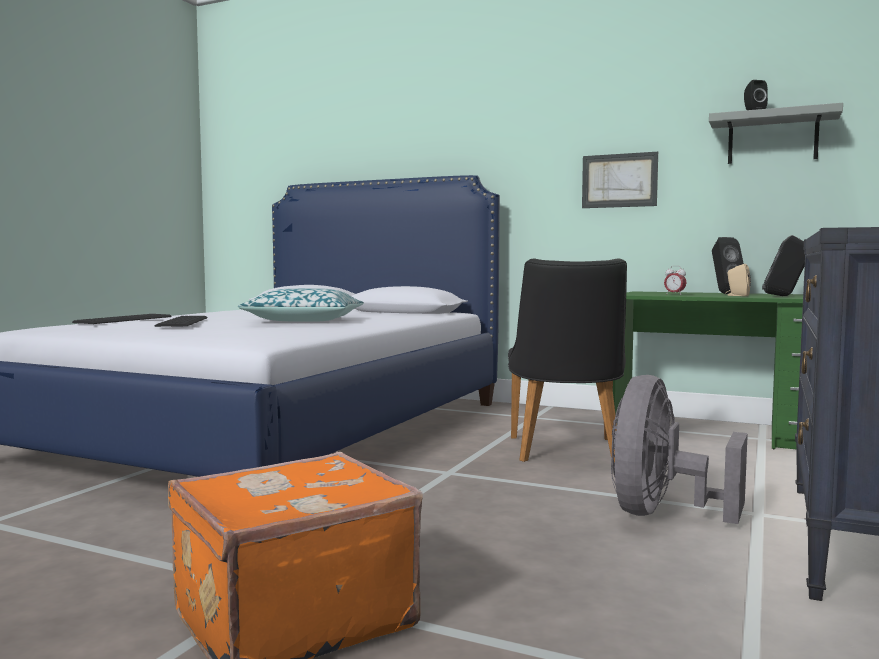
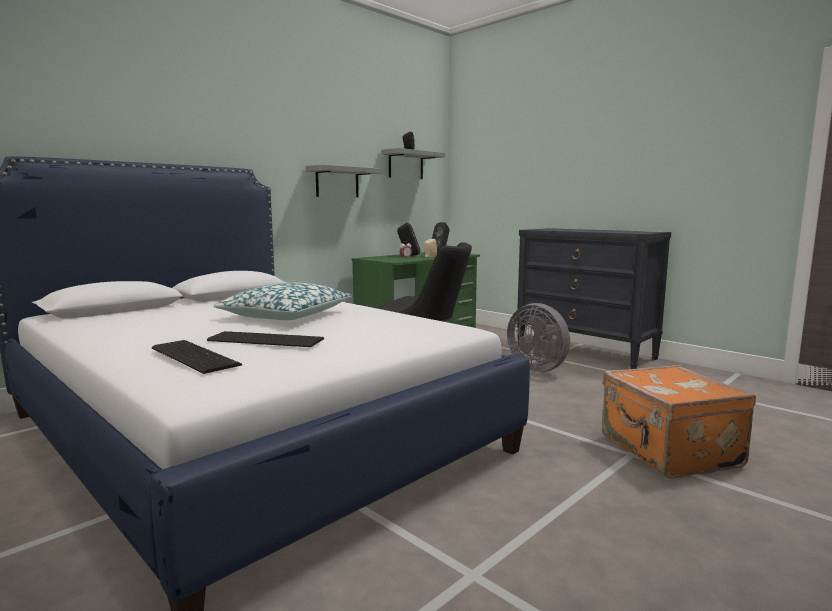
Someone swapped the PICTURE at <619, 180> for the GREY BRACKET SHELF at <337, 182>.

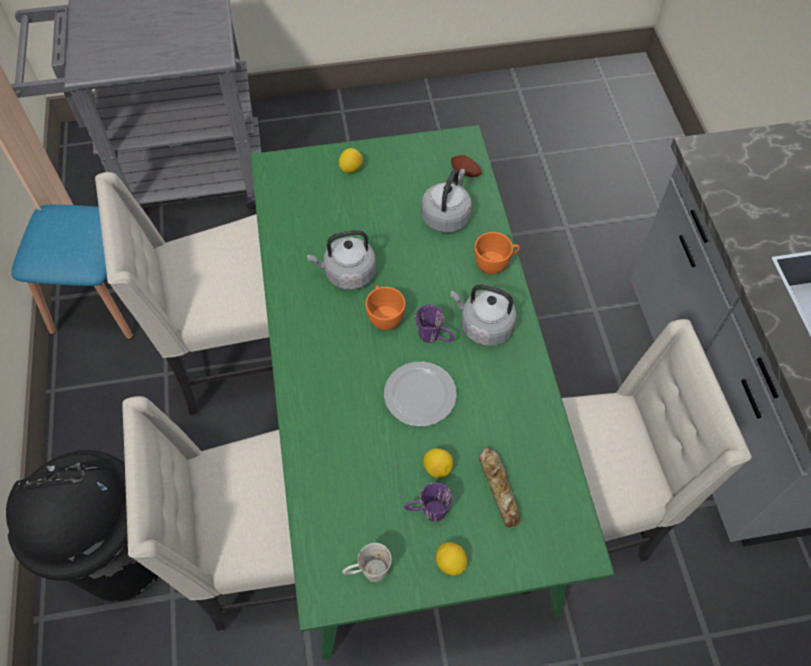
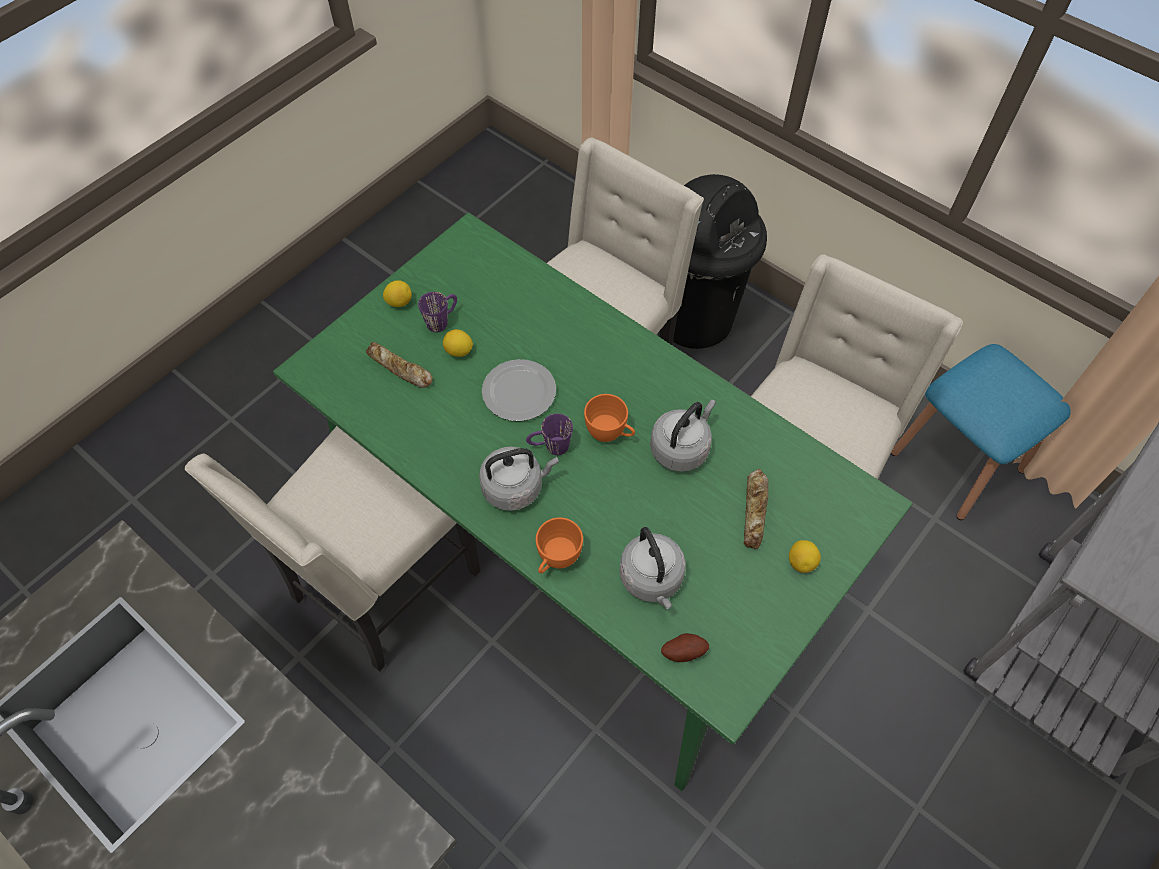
Someone took away the WHITE-COLOURED COFFEE MUG at <367, 572>.
Someone put down the BAKED BREAD at <755, 511>.

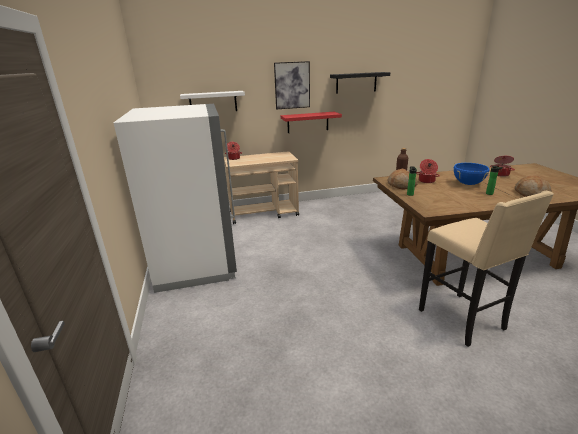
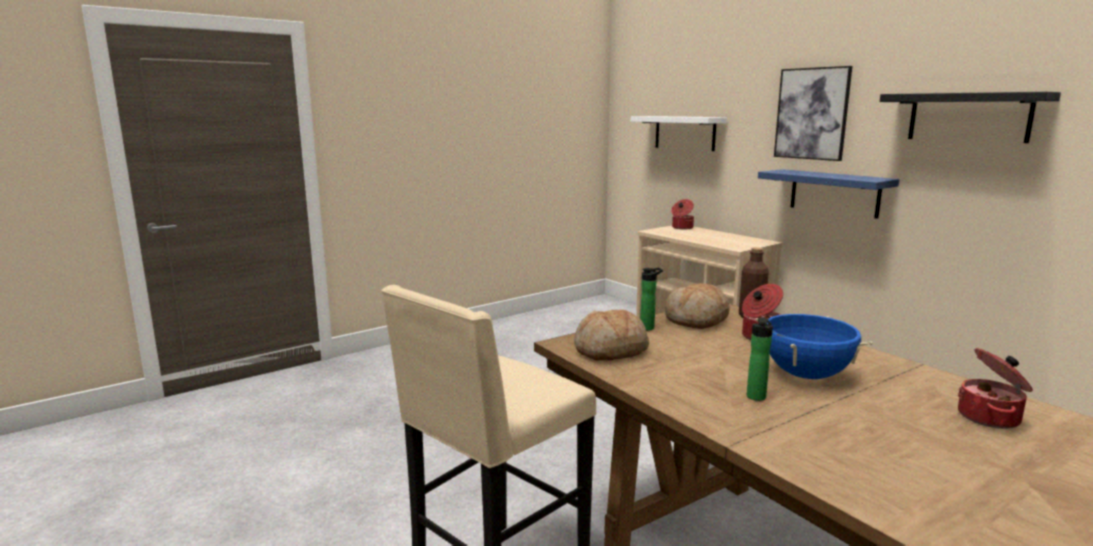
Someone took away the WHITE-COLOURED REFRIGERATOR at <197, 262>.
Someone repainted the REDDISH BRACKET SHELF at <308, 122>, which became the BLUE-COLOURED BRACKET SHELF at <834, 193>.
Someone carried the BAKED BREAD from <531, 193> to <611, 350>.

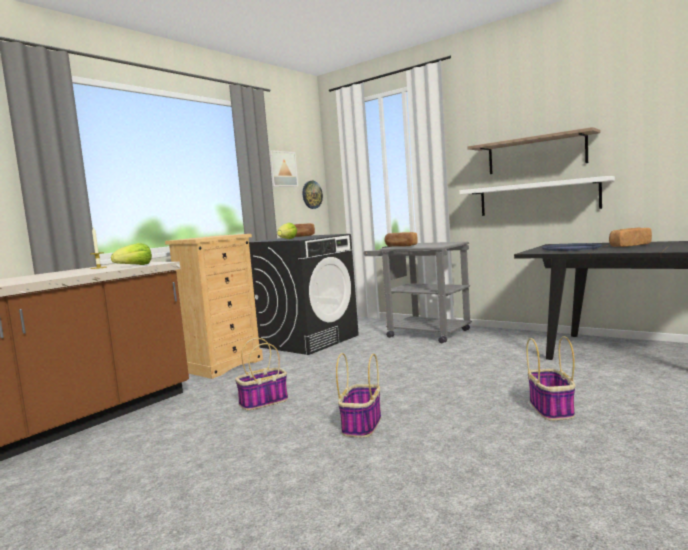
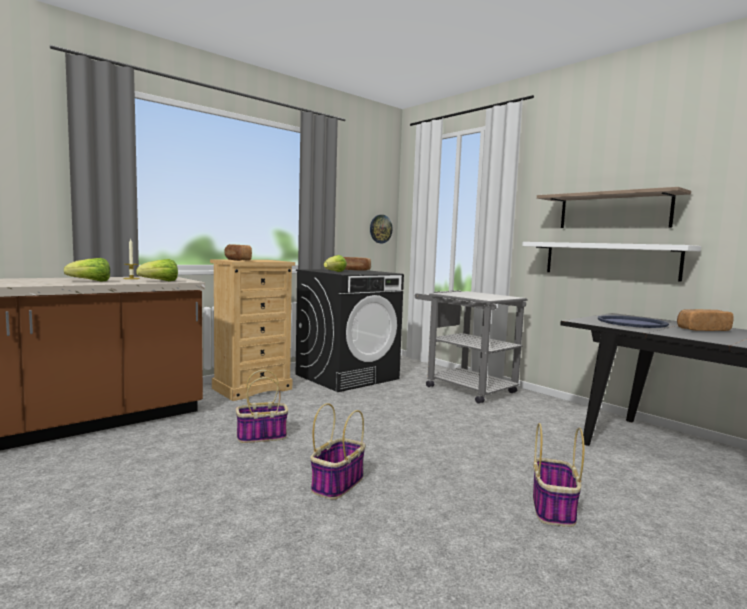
Someone took away the PICTURE at <281, 169>.
Someone carried the BAKED BREAD from <400, 246> to <237, 260>.
Someone put down the LETTUCE HEAD at <90, 281>.

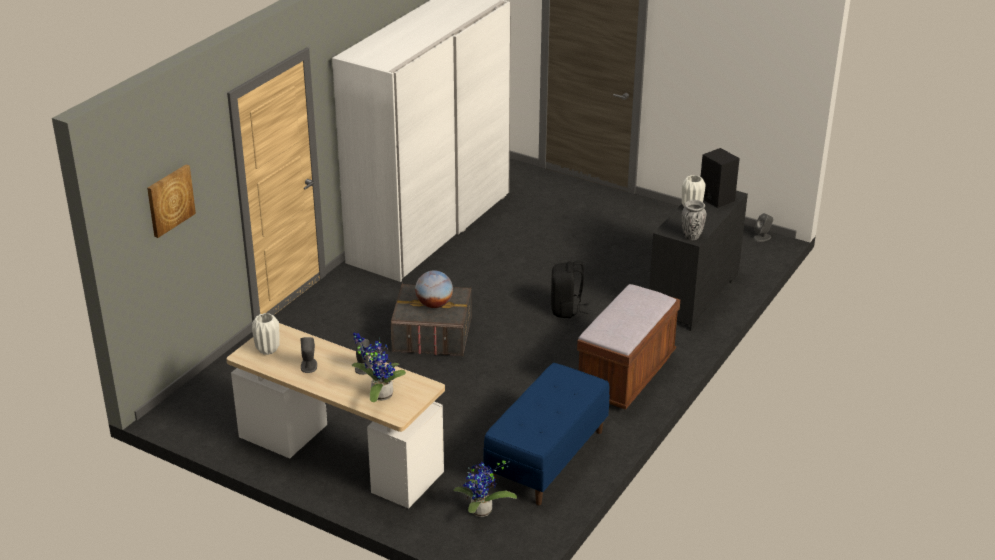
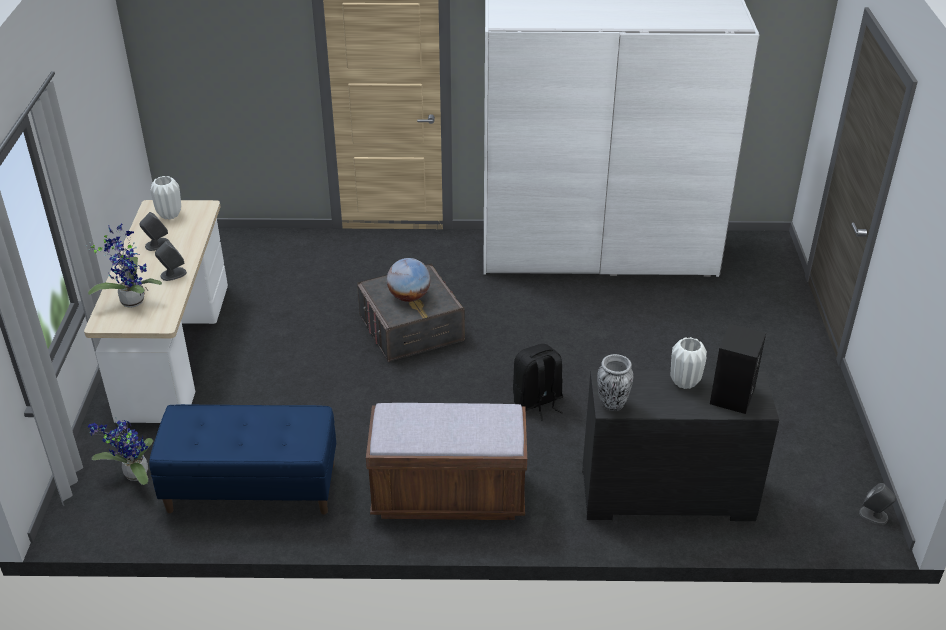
Someone took away the PICTURE at <170, 200>.

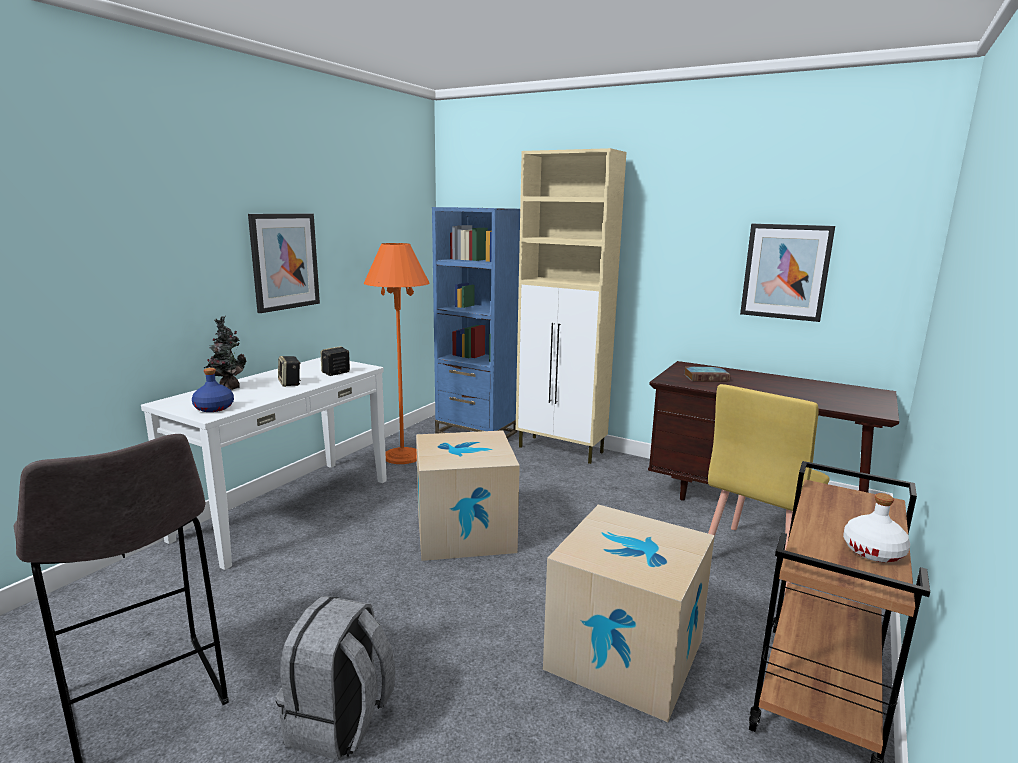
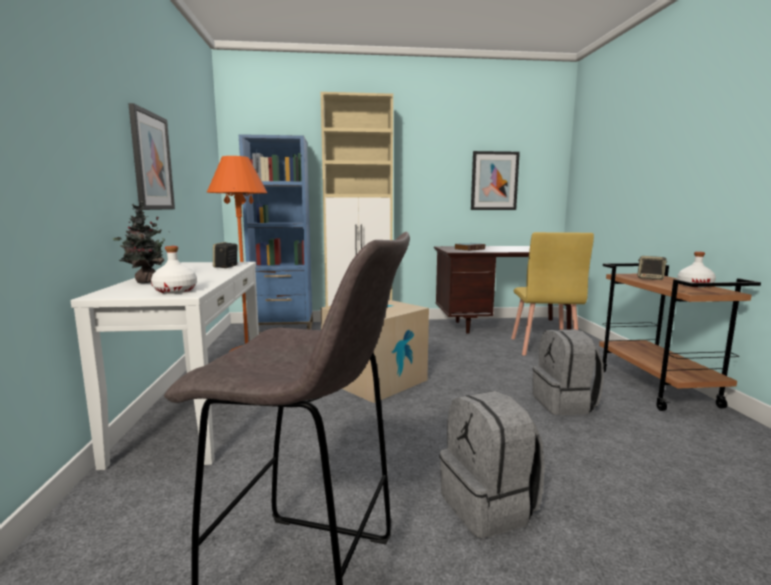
Someone carried the SPEAKER from <290, 383> to <650, 278>.
Someone repainted the BLUE-COLOURED BOTTLE at <213, 408>, which became the WHITE-COLOURED BOTTLE at <175, 291>.
Someone swapped the PACKING BOX at <625, 654> for the GREY BACKPACK at <564, 404>.

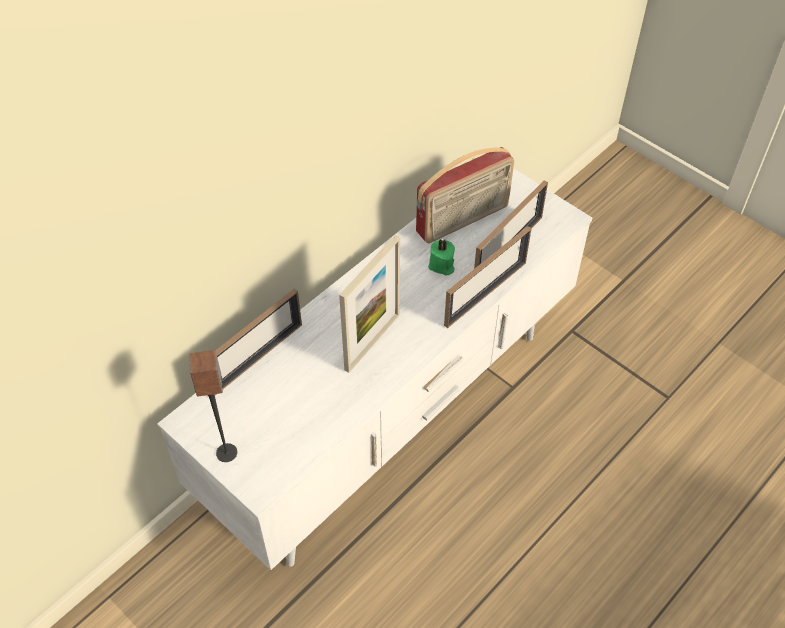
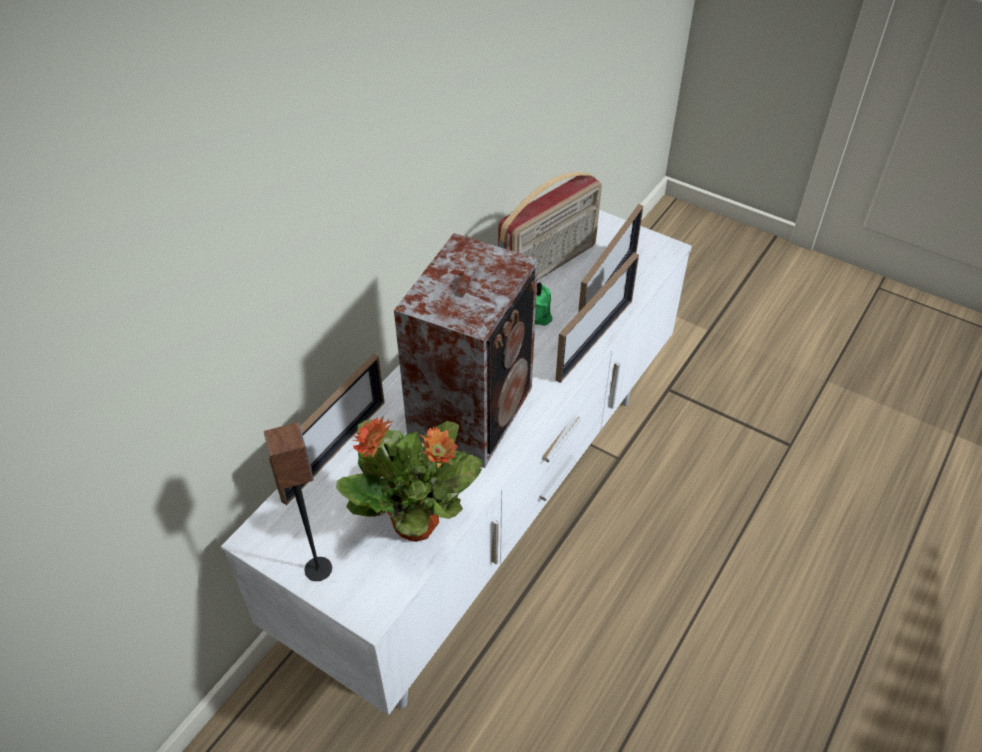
Someone swapped the PICTURE FRAME at <372, 342> for the SPEAKER at <474, 410>.
Someone put down the POTTED PLANT at <417, 523>.

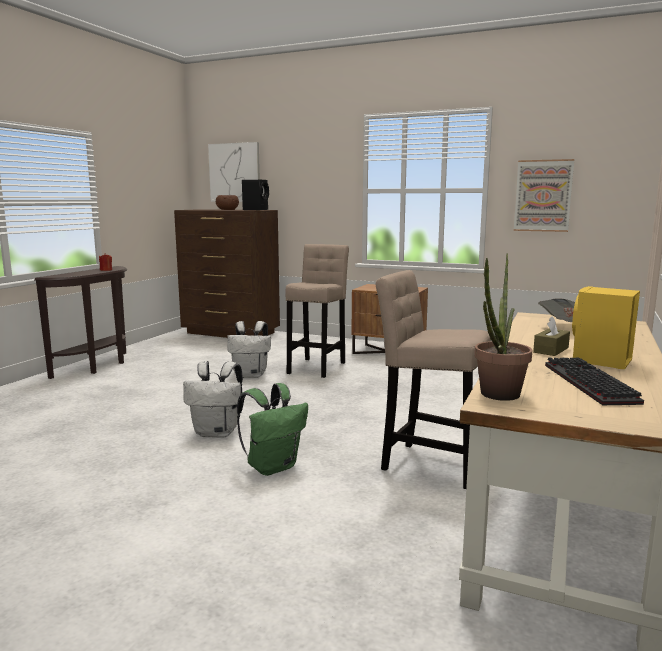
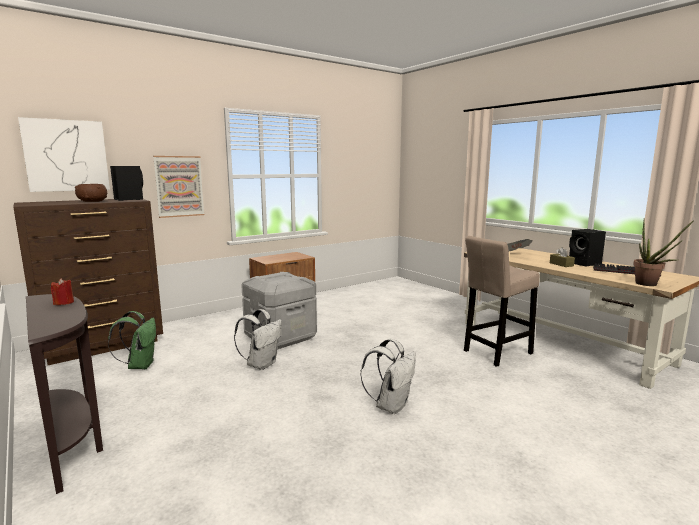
Someone carried the PICTURE from <543, 196> to <179, 186>.
Someone swapped the BEIGE STOOL SEAT at <317, 367> for the GREY STORAGE BIN at <280, 337>.
Someone repainted the YELLOWISH SPEAKER at <600, 361>, which became the BLACK SPEAKER at <585, 263>.
Someone carried the GREEN BACKPACK from <273, 466> to <140, 365>.

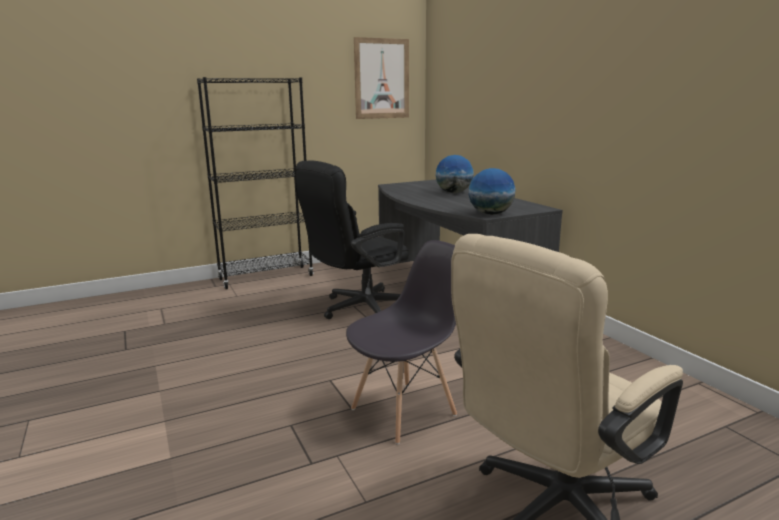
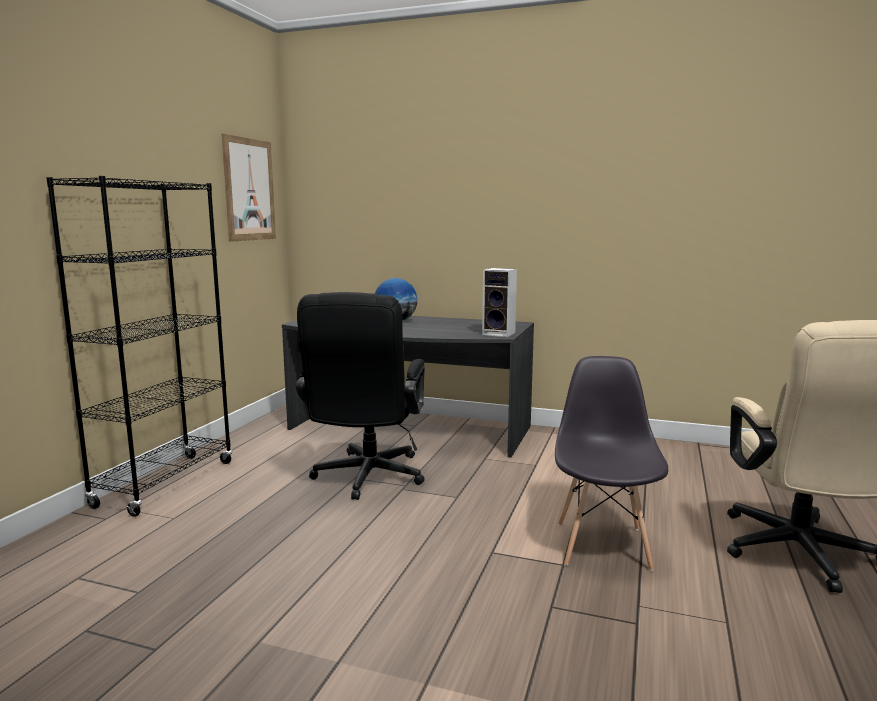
Someone swapped the DESK GLOBE at <490, 214> for the SPEAKER at <500, 334>.

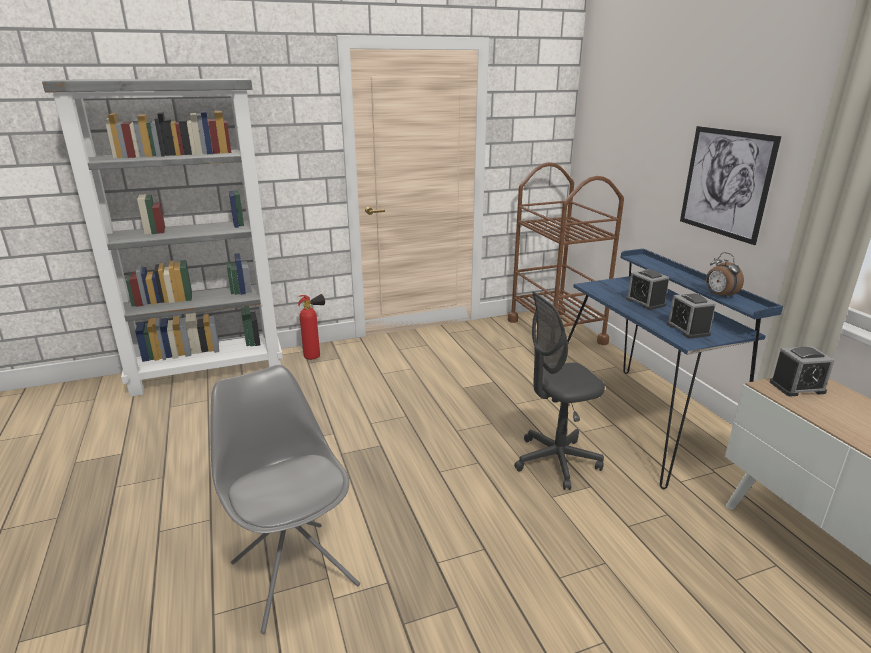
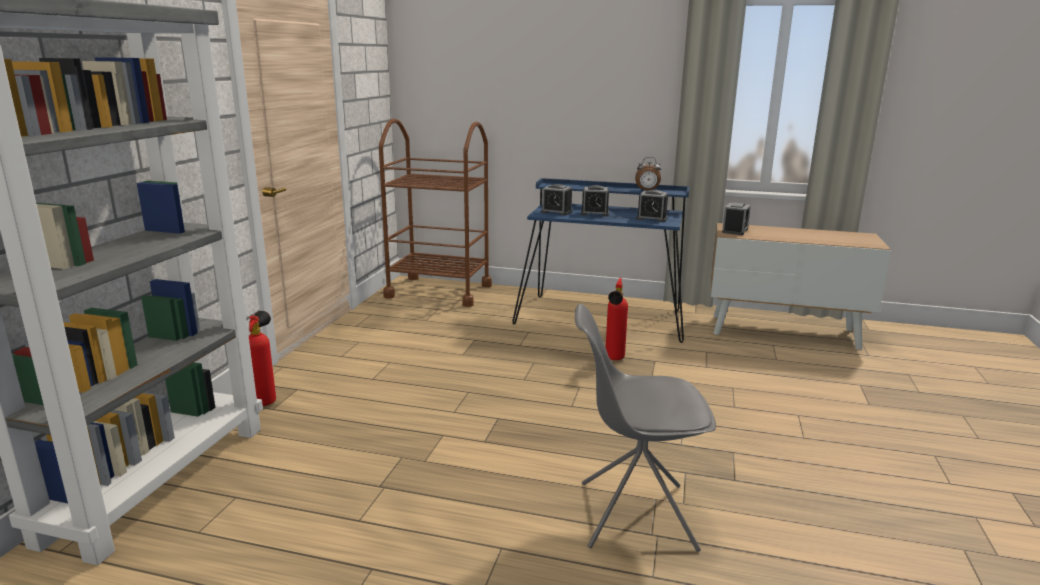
Someone took away the PICTURE at <726, 183>.
Someone swapped the GREY DESK CHAIR at <556, 461> for the FIRE EXTINGUISHER at <613, 360>.
Someone put down the TABLE CLOCK at <556, 212>.

